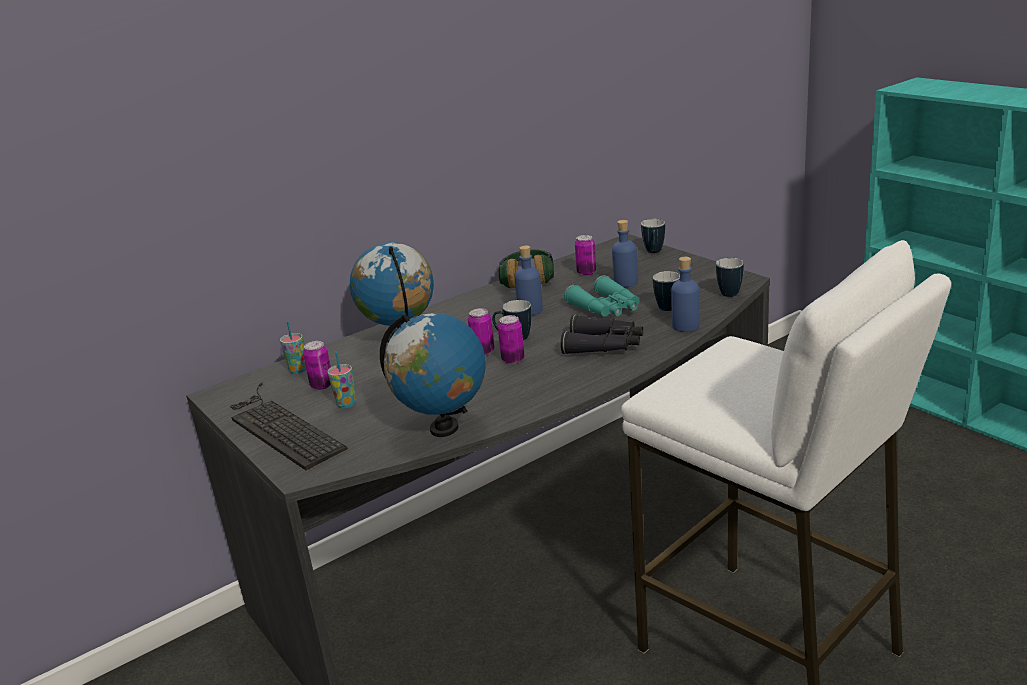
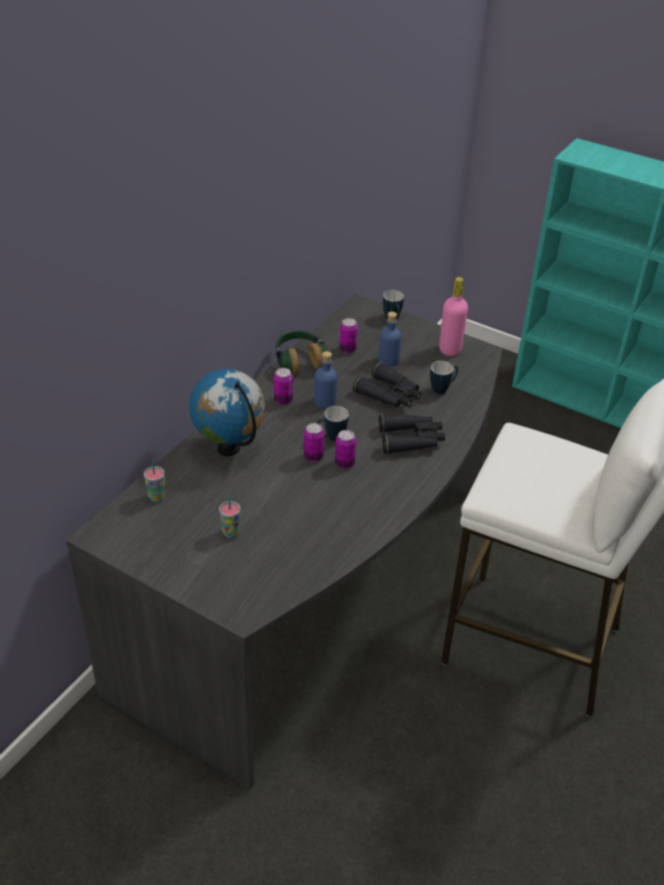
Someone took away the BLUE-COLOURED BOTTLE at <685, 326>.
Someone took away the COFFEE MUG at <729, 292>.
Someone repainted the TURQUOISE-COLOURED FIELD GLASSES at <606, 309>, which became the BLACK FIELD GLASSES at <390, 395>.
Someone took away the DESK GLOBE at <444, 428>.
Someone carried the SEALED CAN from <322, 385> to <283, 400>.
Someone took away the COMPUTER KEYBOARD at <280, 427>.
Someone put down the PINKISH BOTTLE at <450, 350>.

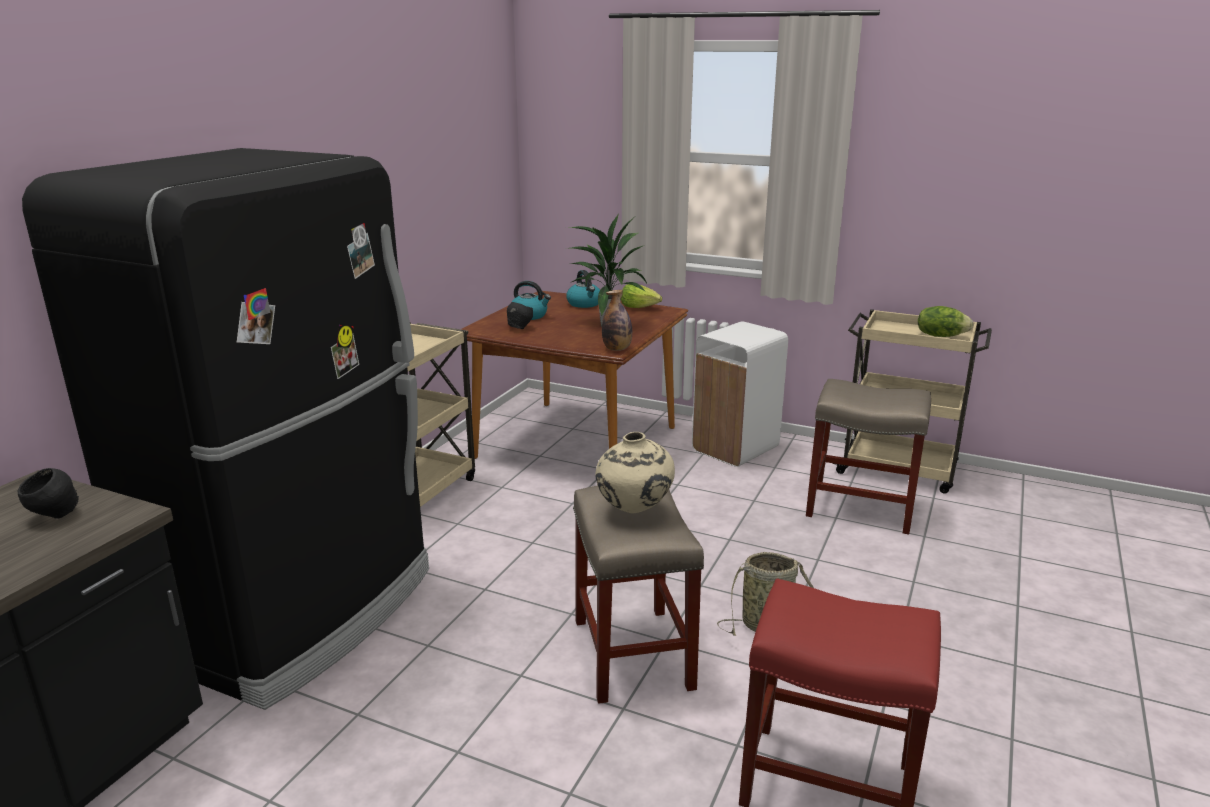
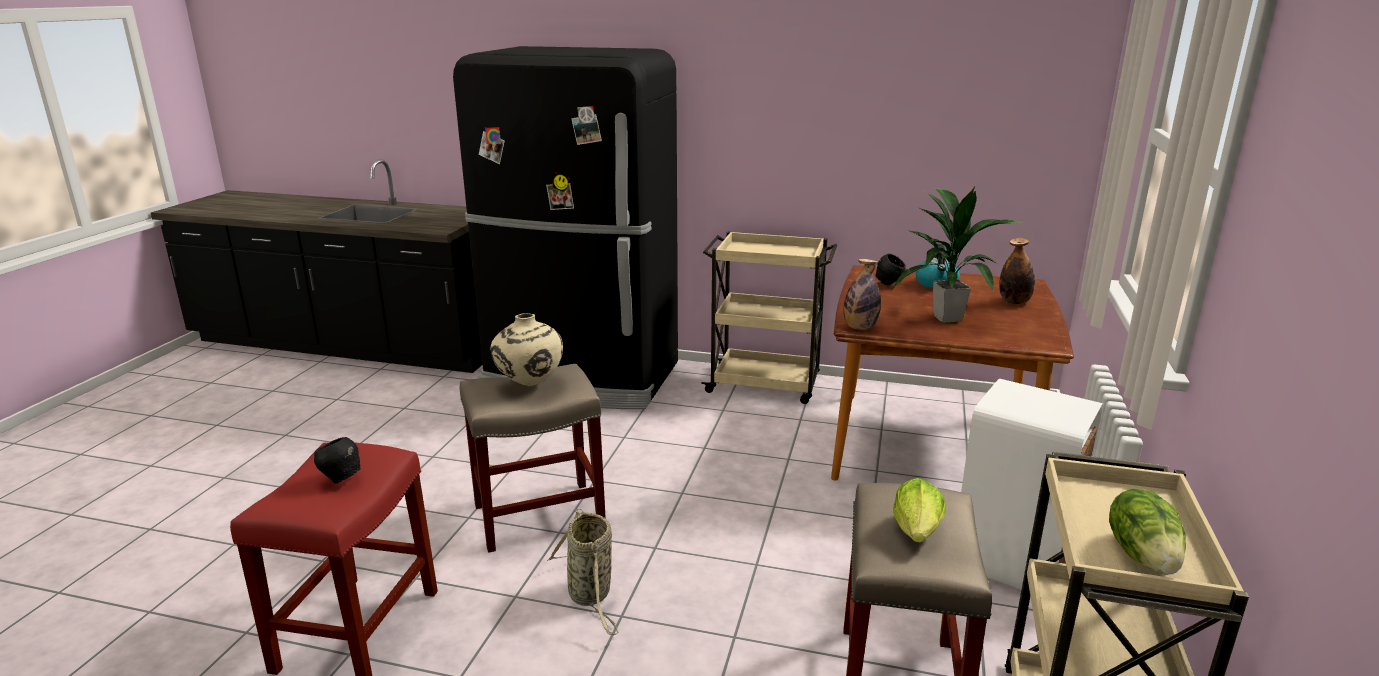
Someone swapped the WATER KETTLE at <584, 304> for the BOTTLE at <1014, 302>.
Someone carried the LETTUCE HEAD from <639, 307> to <917, 530>.
Someone carried the BLACK SERVING BOWL from <55, 516> to <341, 479>.

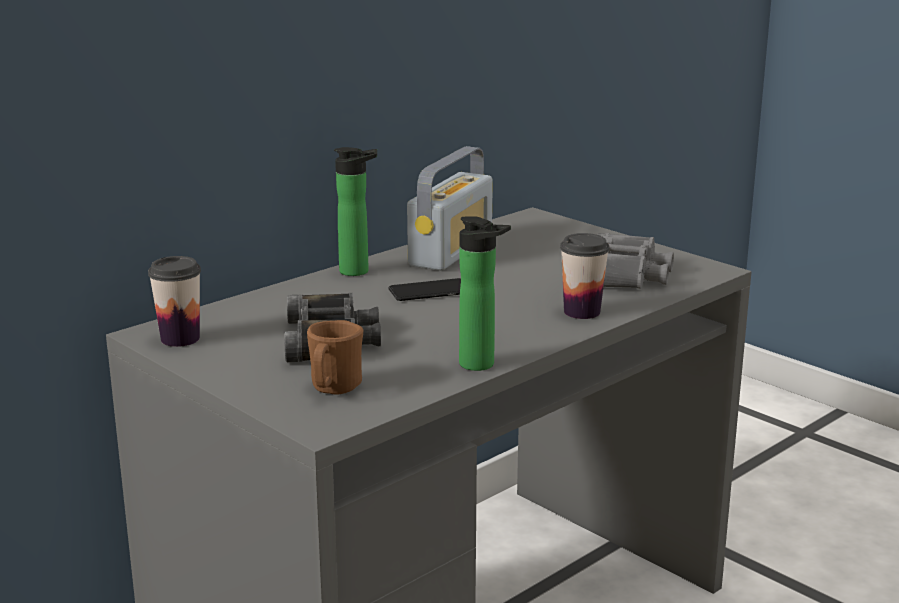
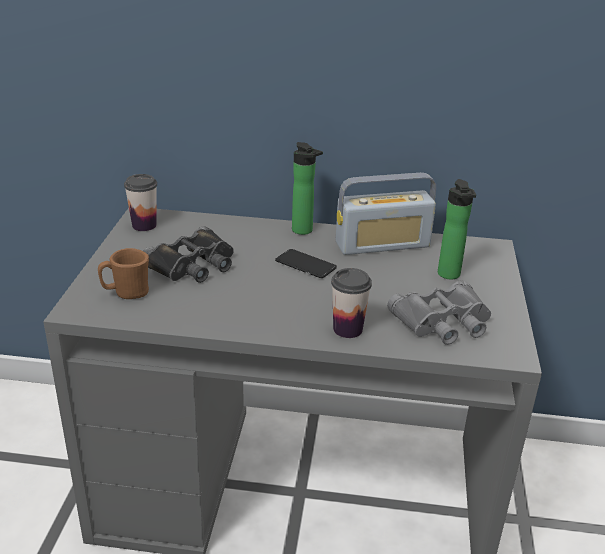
Someone carried the BOTTLE from <481, 365> to <449, 276>.

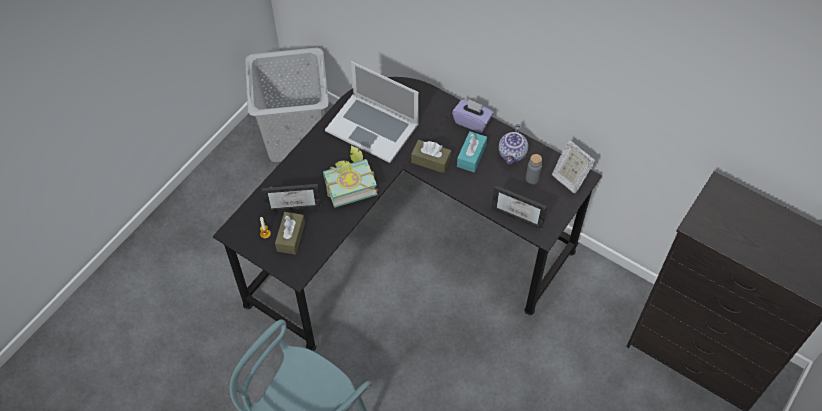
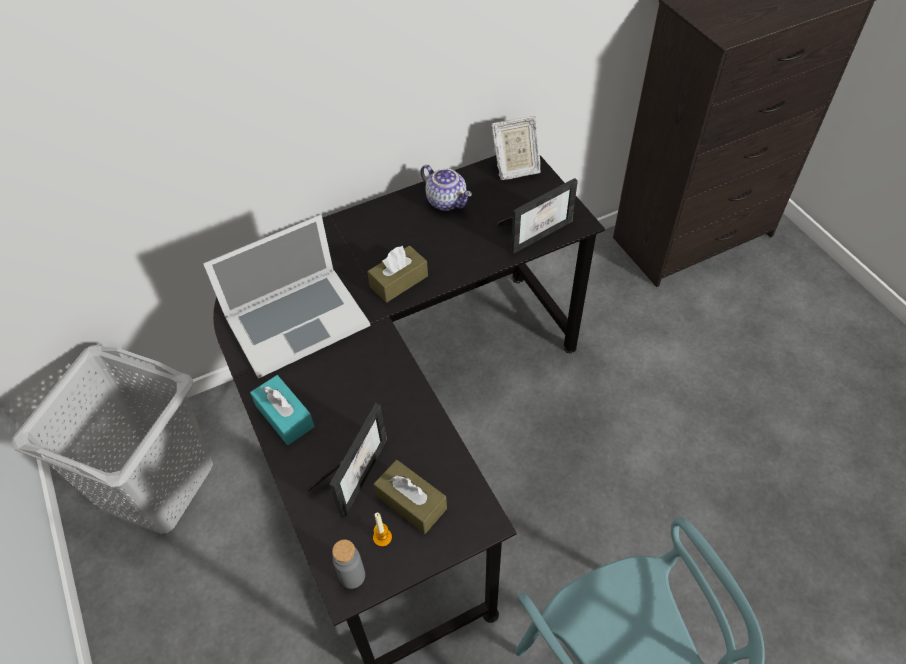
Someone took away the PURPLE-COLOURED TISSUE HOLDER at <472, 122>.
Someone carried the TURQUOISE-COLOURED TISSUE HOLDER from <471, 156> to <284, 416>.
Someone took away the BOOK at <349, 184>.
Someone carried the GREY BOTTLE from <532, 178> to <352, 576>.

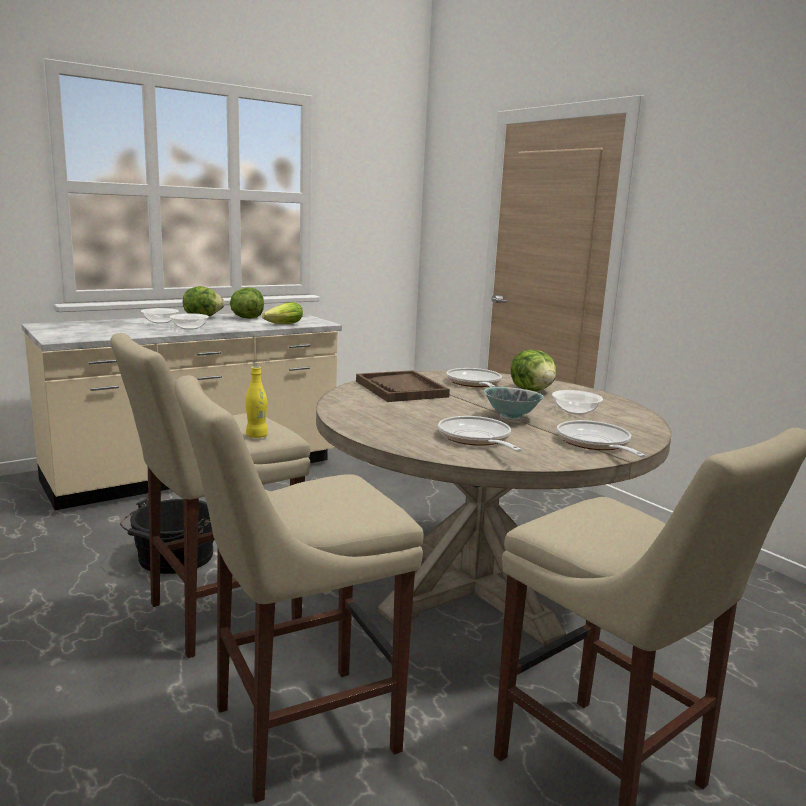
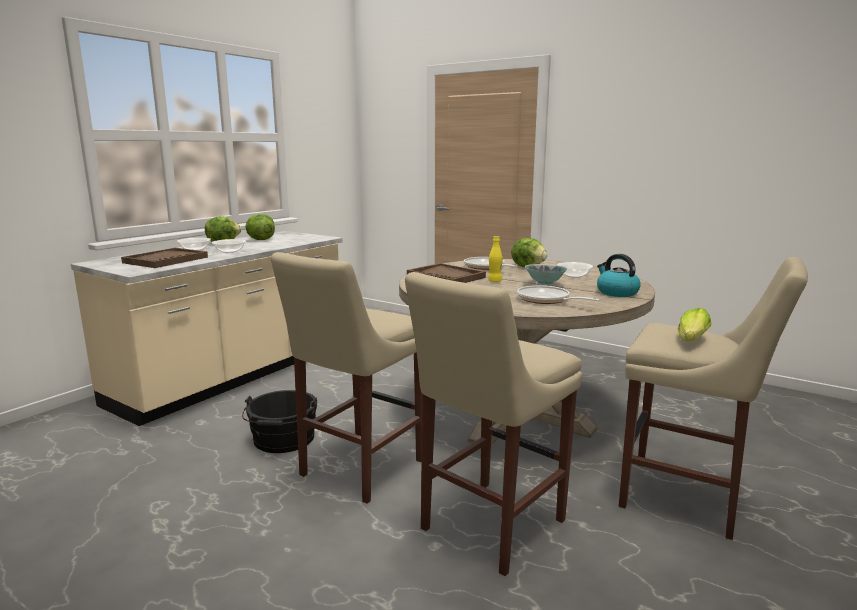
Someone carried the LETTUCE HEAD from <282, 325> to <691, 341>.
Someone carried the YELLOWISH BOTTLE from <256, 436> to <495, 281>.
Someone swapped the PAN at <595, 444> for the WATER KETTLE at <616, 292>.
Someone put down the BROWNISH TRAY at <166, 260>.

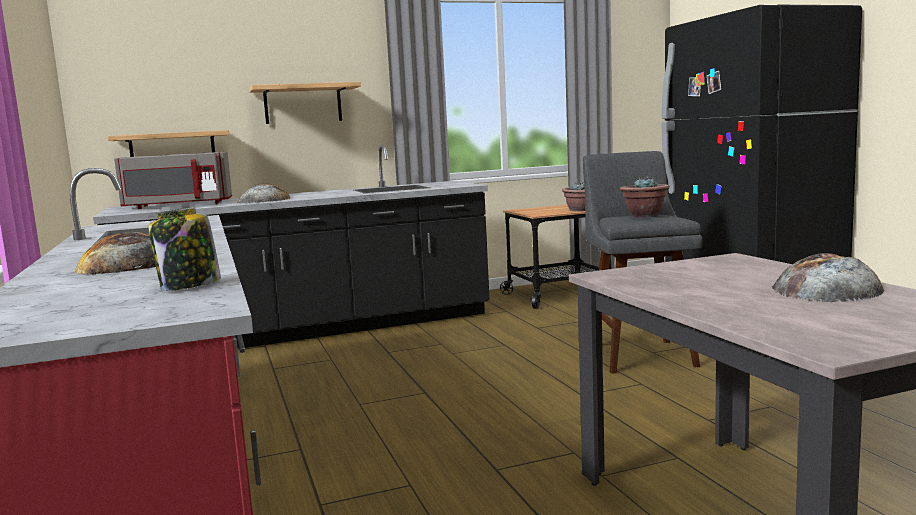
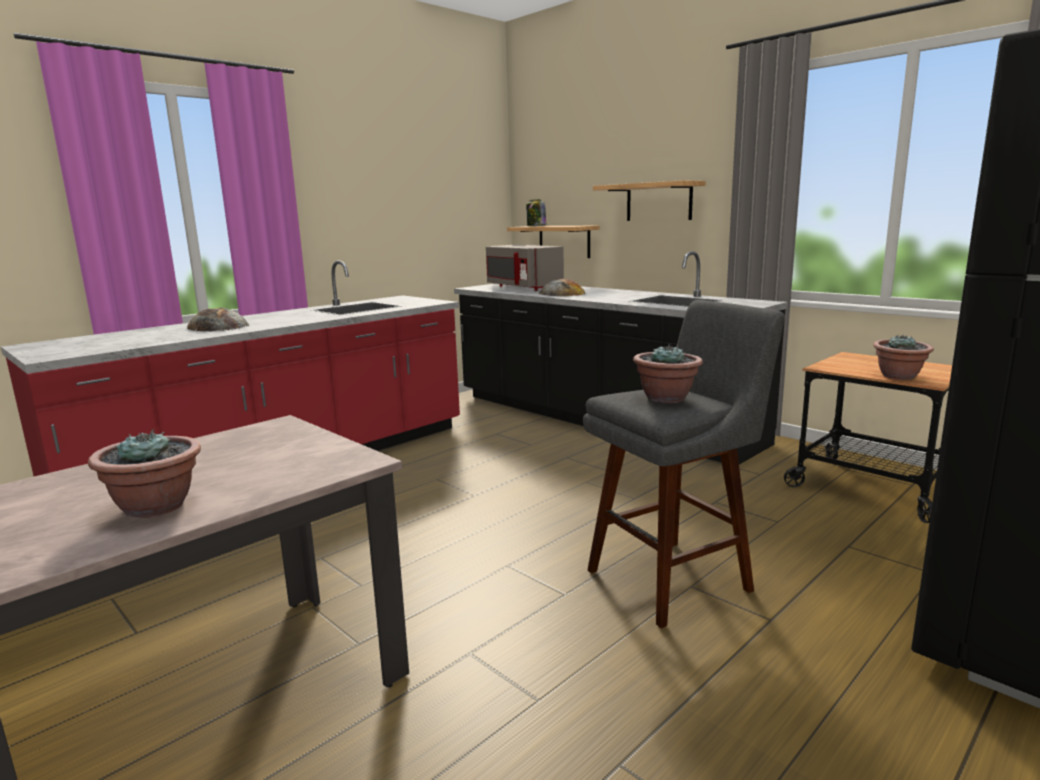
Someone carried the JAR from <189, 286> to <536, 226>.
Someone swapped the BAKED BREAD at <827, 289> for the POTTED PLANT at <156, 507>.

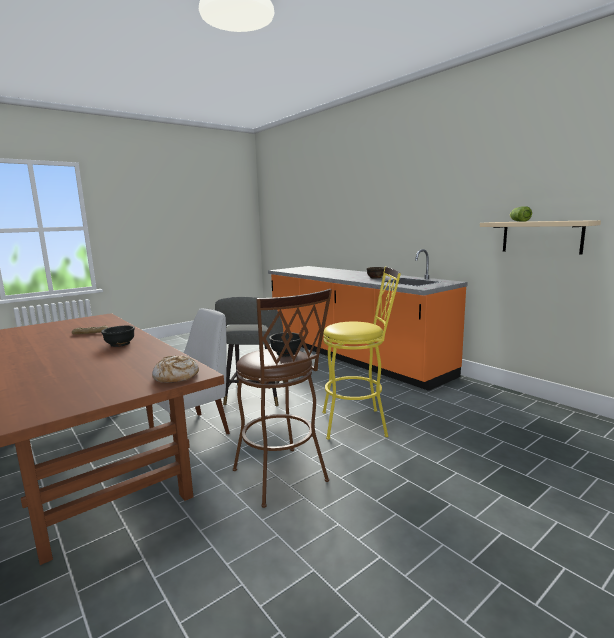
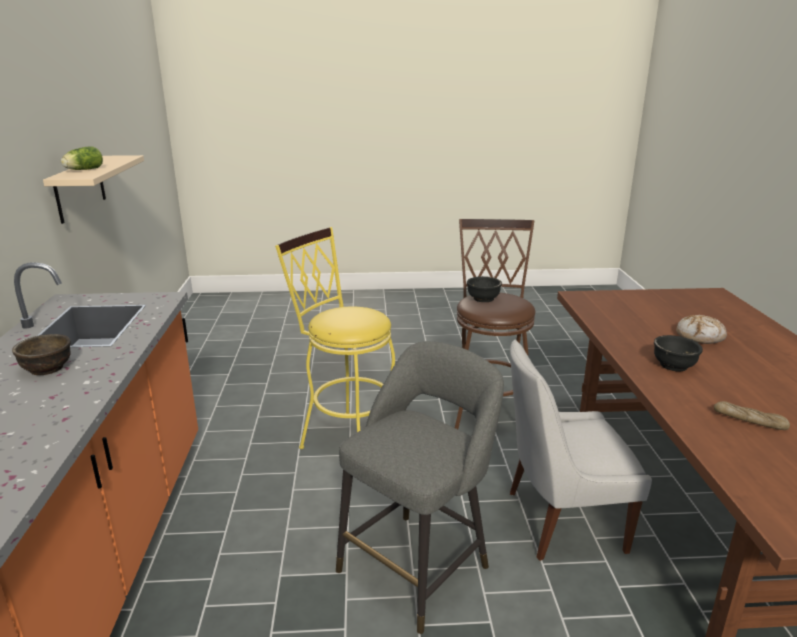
Someone carried the BAKED BREAD from <176, 376> to <700, 336>.

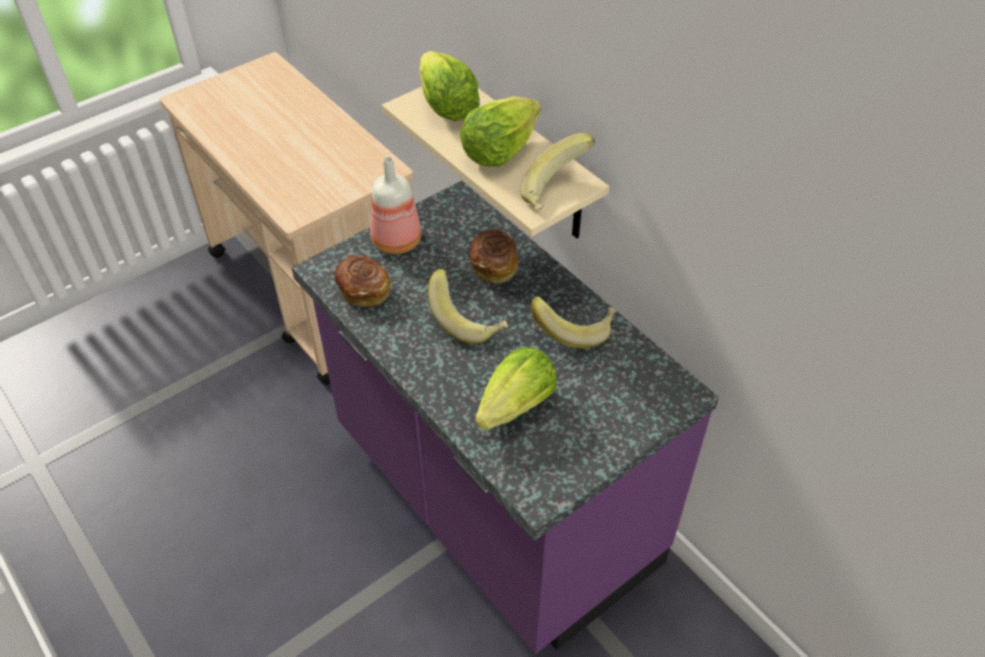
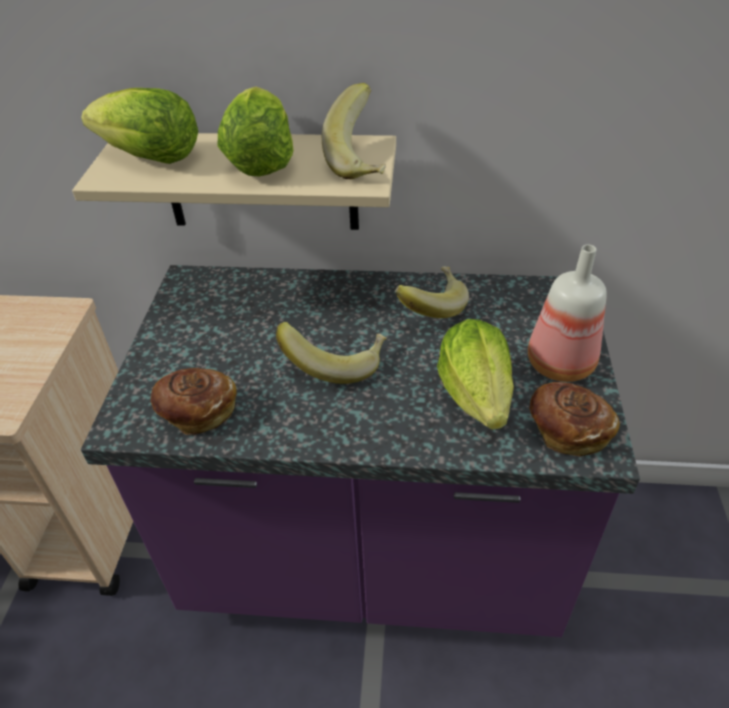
Someone carried the BOTTLE from <395, 240> to <558, 364>.
Someone carried the BAKED BREAD from <494, 266> to <567, 430>.

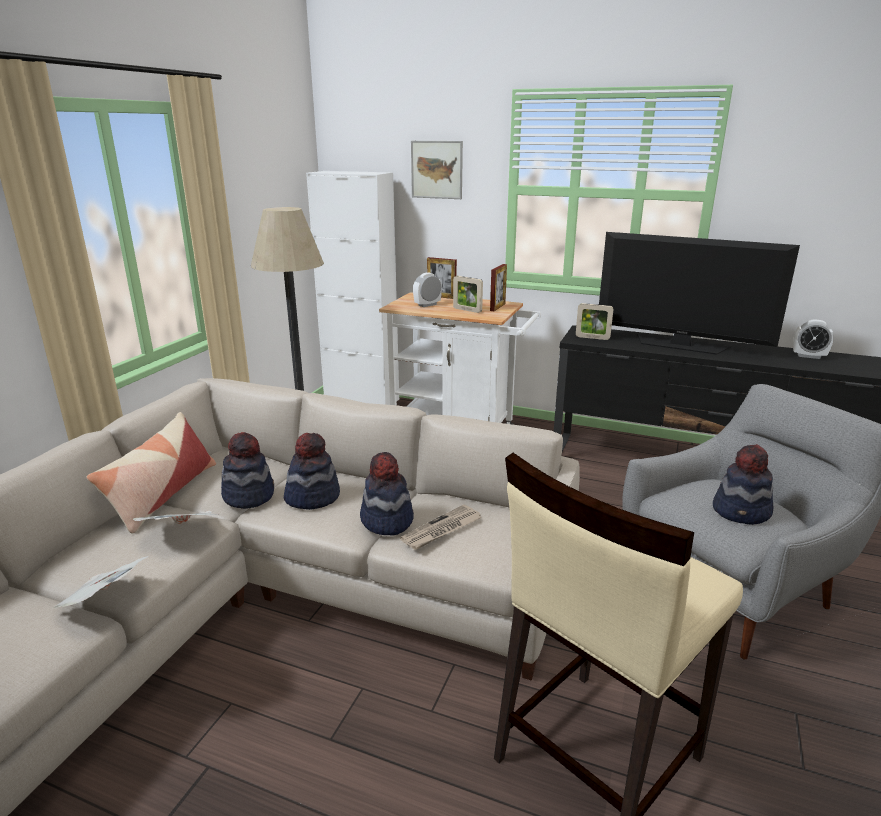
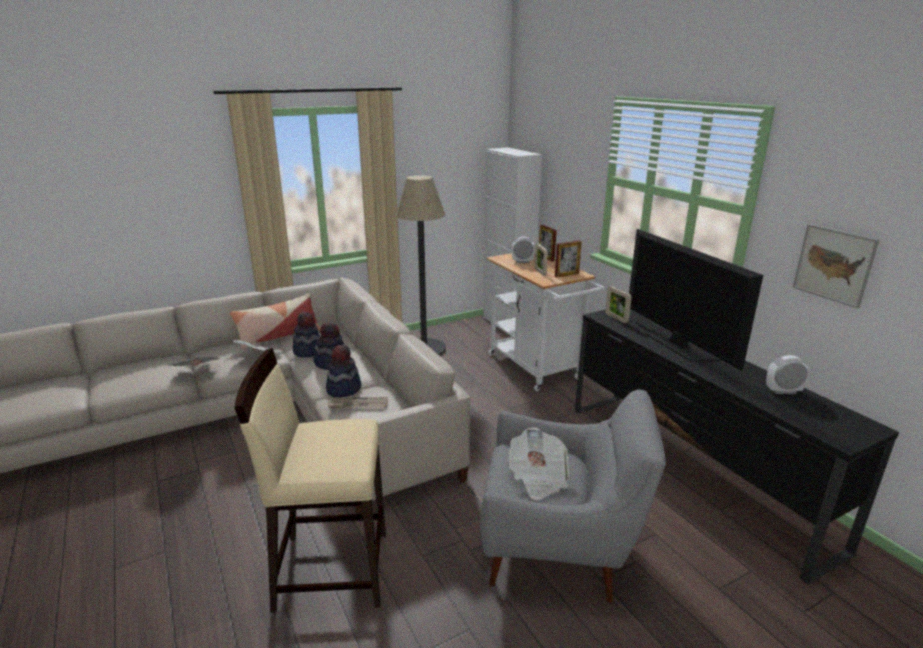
Someone carried the PICTURE from <437, 169> to <834, 265>.
Someone rotated the TABLE CLOCK at <808, 356> by 120 degrees clockwise.
Someone swapped the HAT at <742, 511> for the DAILY PAPER at <537, 478>.

